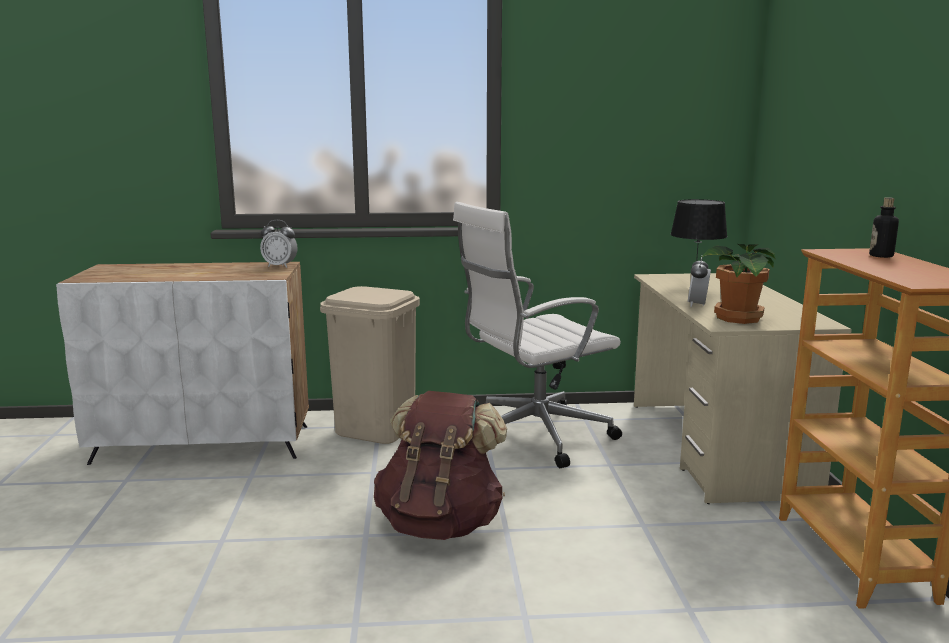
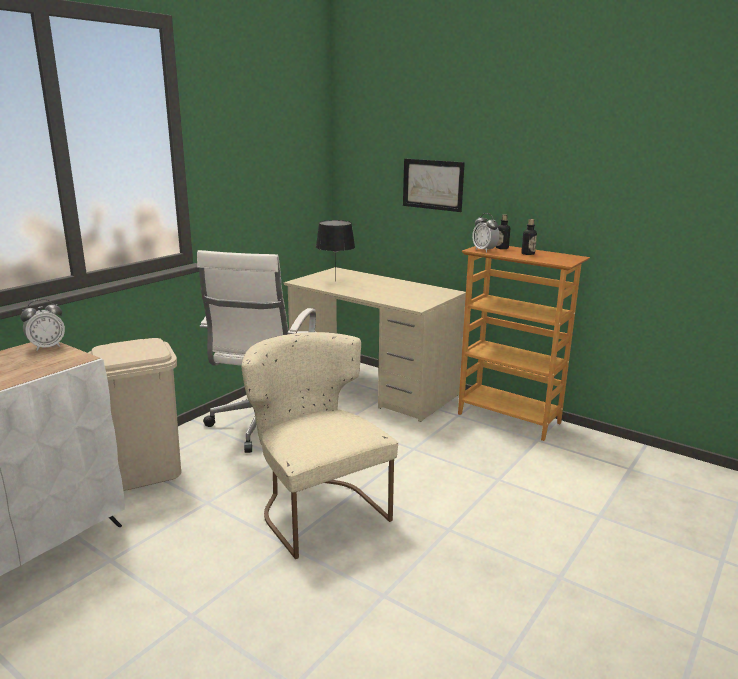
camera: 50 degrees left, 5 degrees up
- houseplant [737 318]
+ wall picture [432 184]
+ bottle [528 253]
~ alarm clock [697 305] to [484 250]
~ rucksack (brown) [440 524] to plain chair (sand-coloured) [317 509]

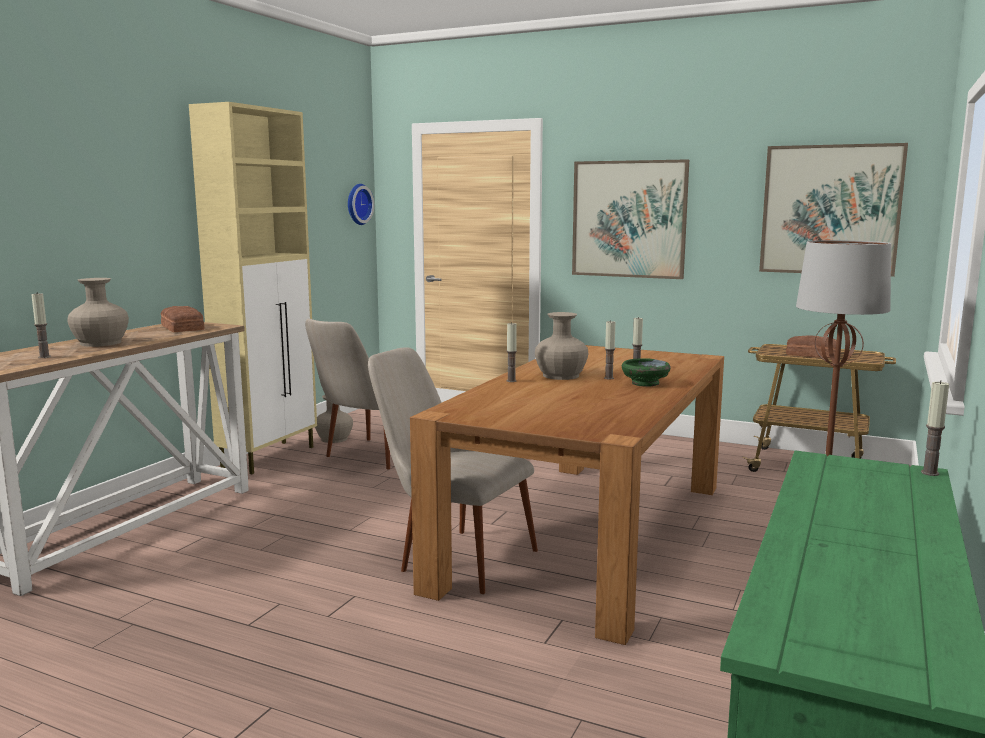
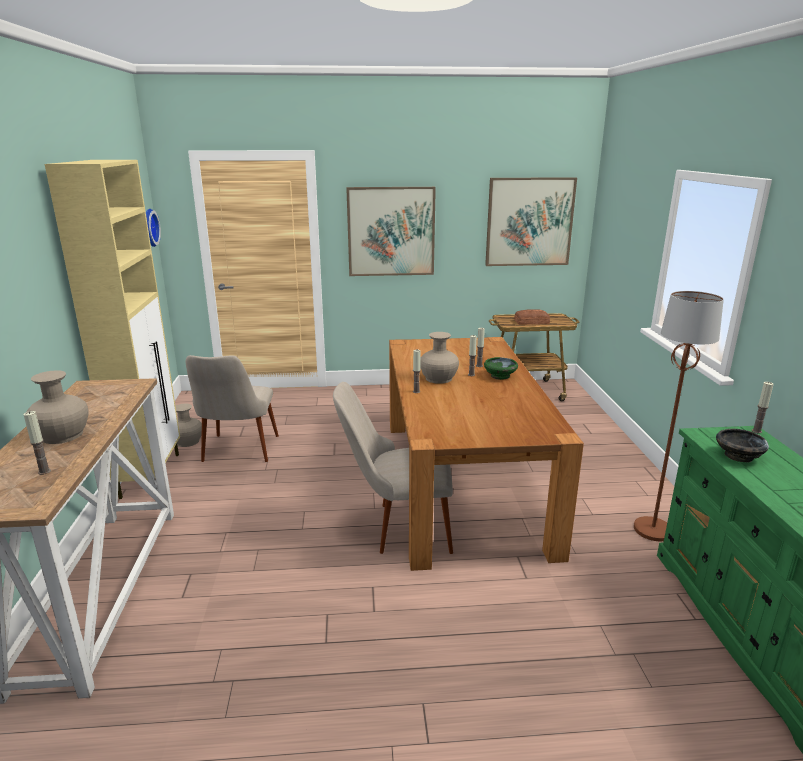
camera: 30 degrees left, 10 degrees up
- bread [181 328]
+ bowl (black-coloured) [738 456]

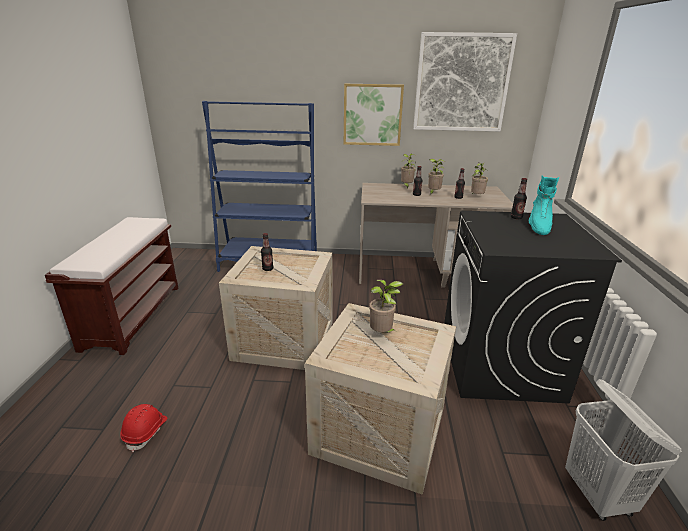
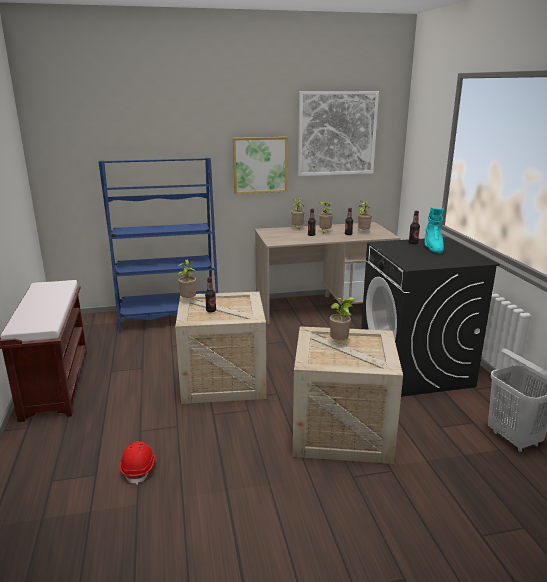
camera: 15 degrees left, 5 degrees down
+ houseplant [188 300]

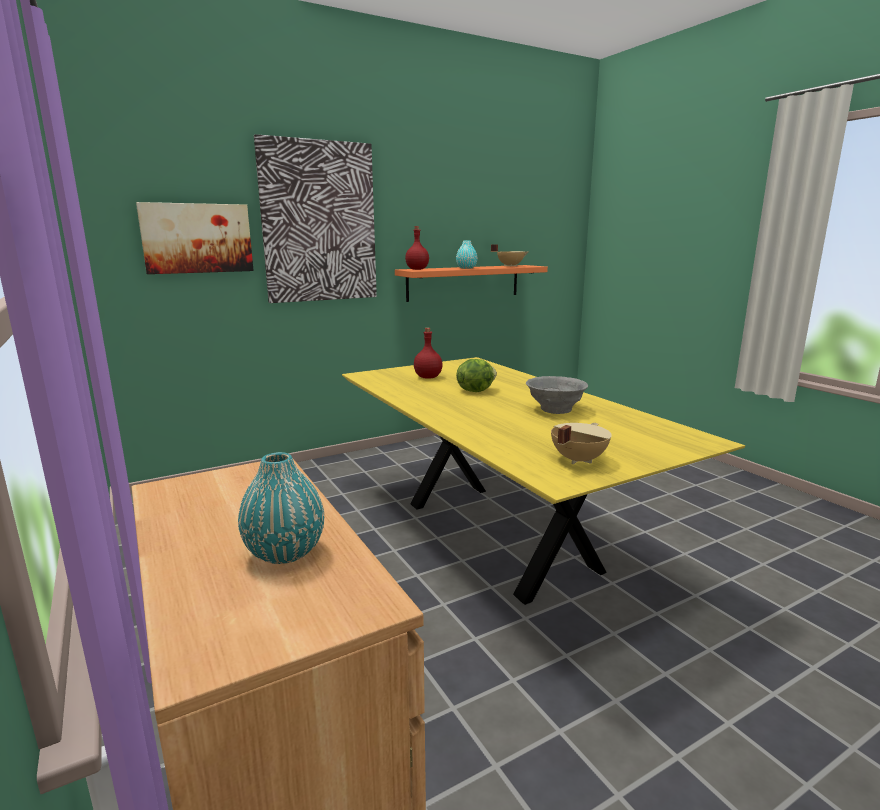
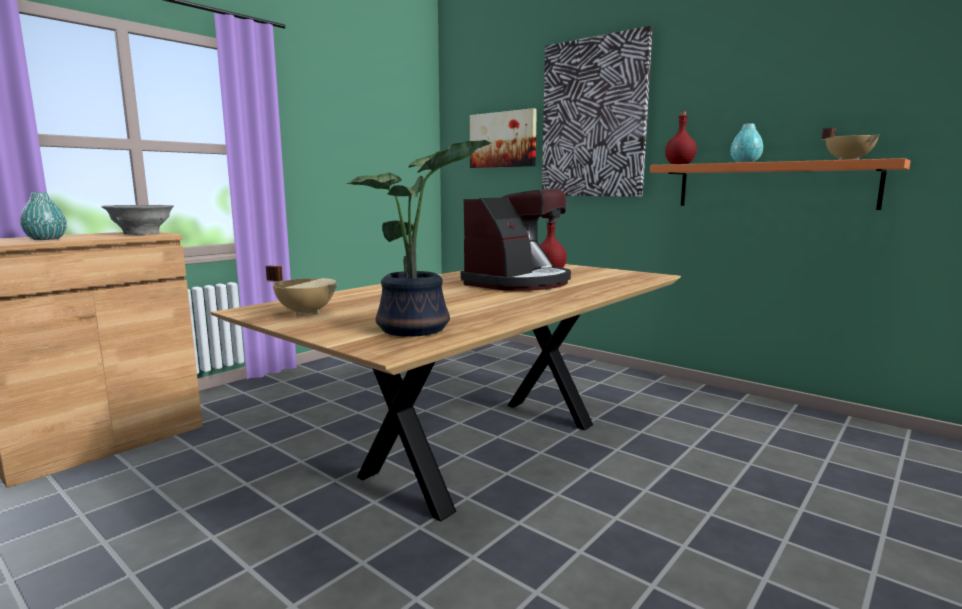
camera: 70 degrees right, 5 degrees down
+ houseplant [417 329]
~ bowl (greyish) [555 409] to [142 233]
~ lettuce head [475 390] to coffee machine [518 283]
~ dining table (yellow) [498 535] to dining table (brown) [485 449]

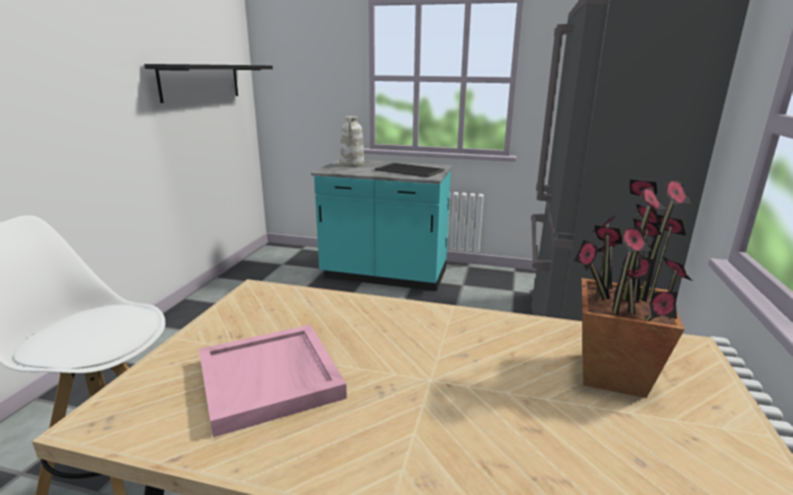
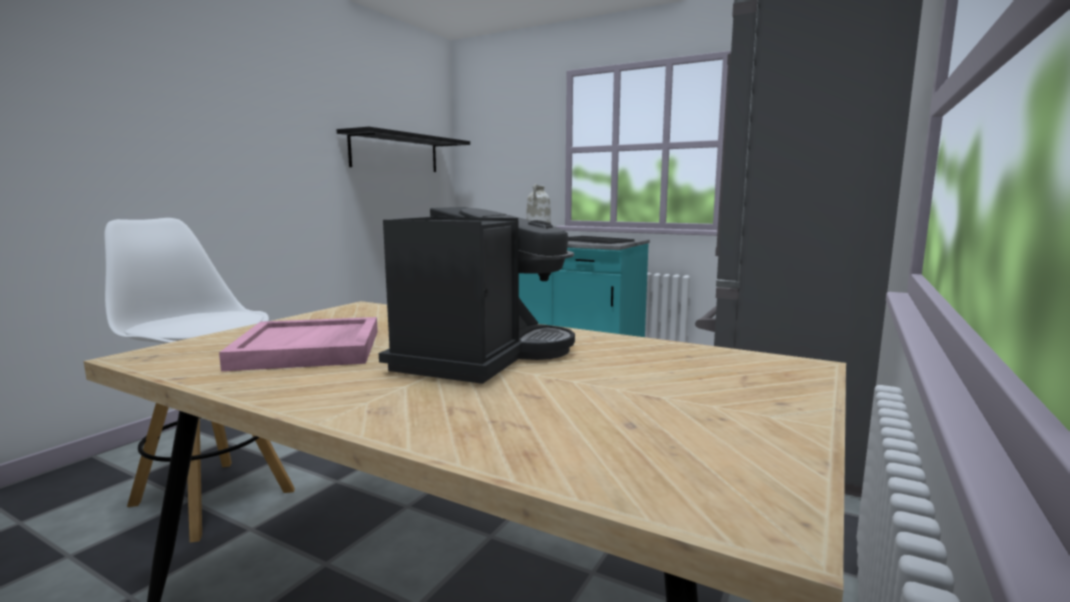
camera: 15 degrees right, 10 degrees down
- houseplant [611 375]
+ coffee machine [481 356]

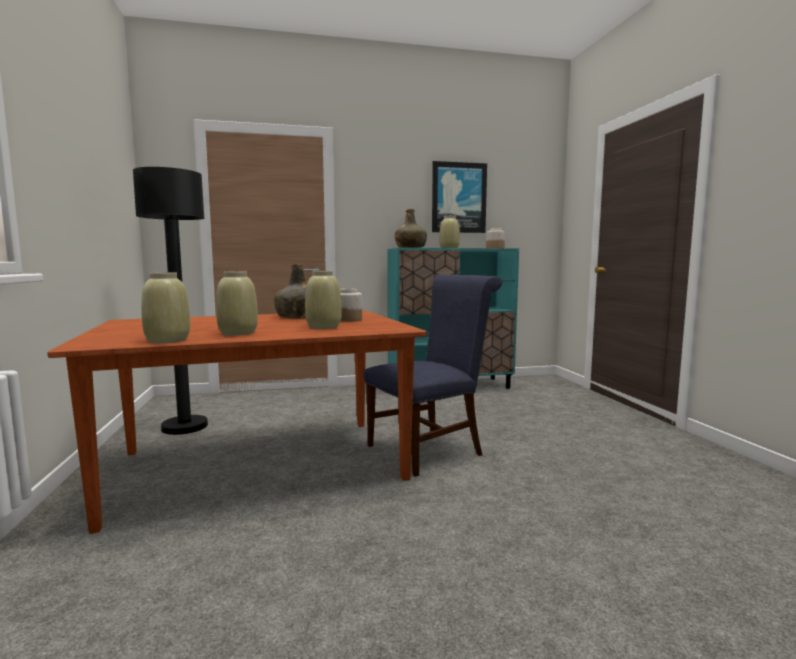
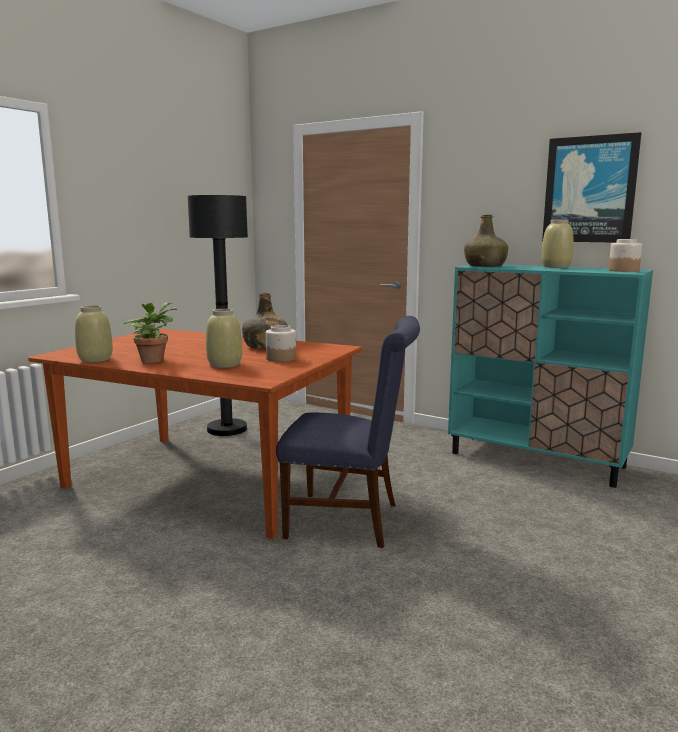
camera: 45 degrees right, 5 degrees up
~ flower vase (sand-coloured) [238 333] to houseplant [153 360]

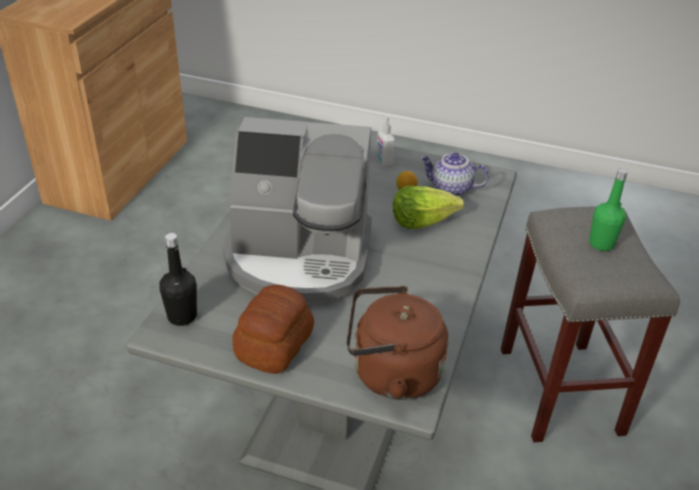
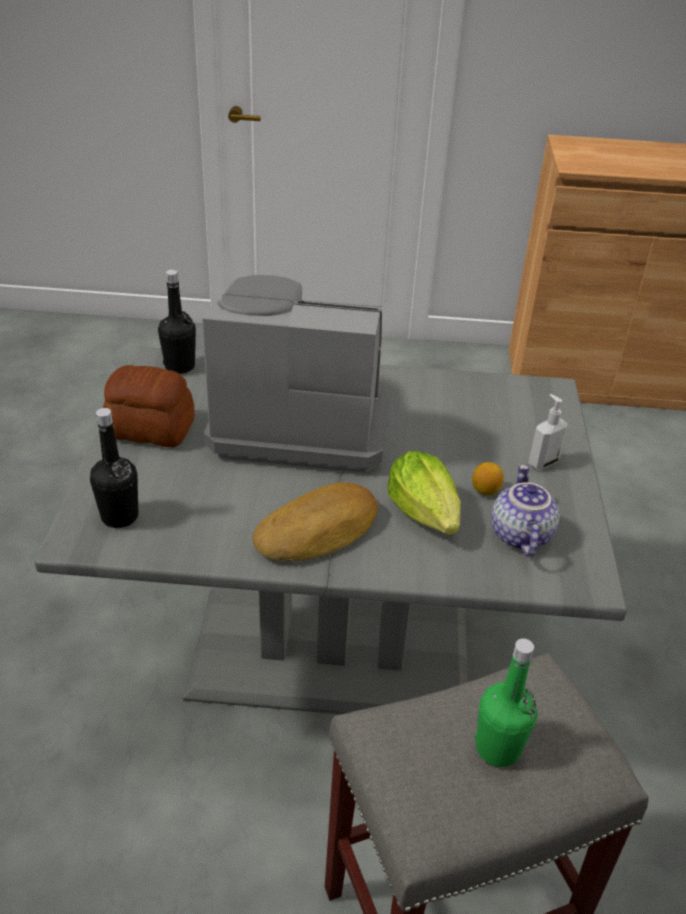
camera: 75 degrees right, 0 degrees up
+ bread [319 531]
~ tea kettle (brown) [391 374] to bottle (black-coloured) [120 516]
~ coffee machine [299 258] = [299 422] 105 degrees clockwise

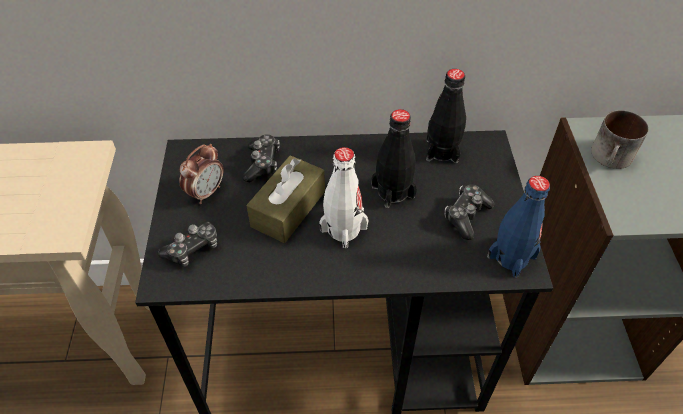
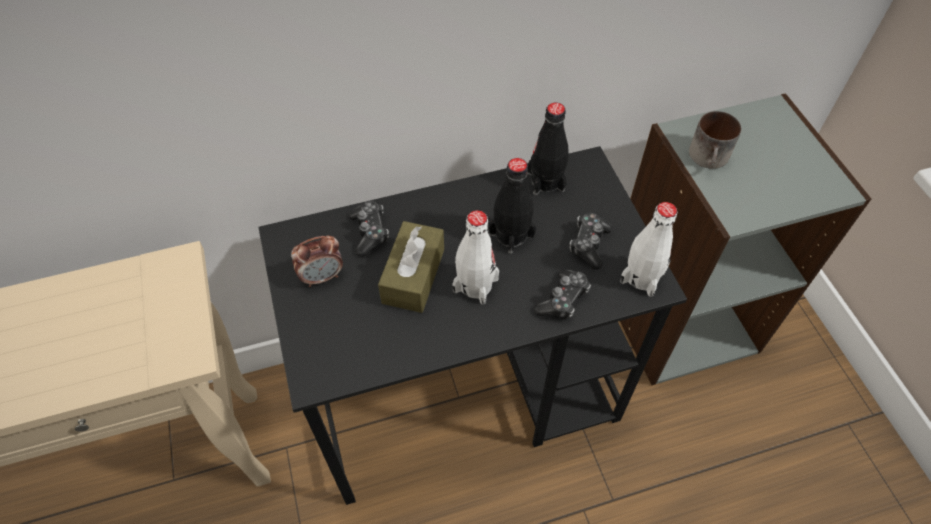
camera: 15 degrees left, 5 degrees up
~ joypad [192 249] to [563 300]
~ bottle (blue-coloured) [511 257] to bottle (white-coloured) [642 277]
~ alarm clock [206 192] = [322 277] 45 degrees clockwise

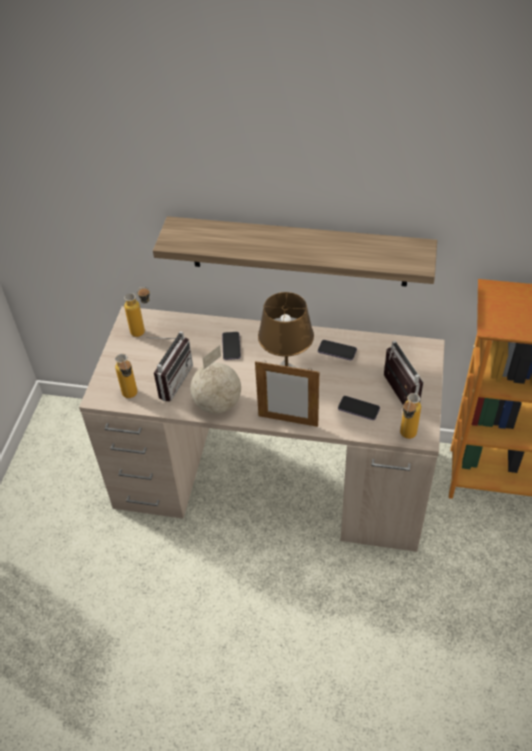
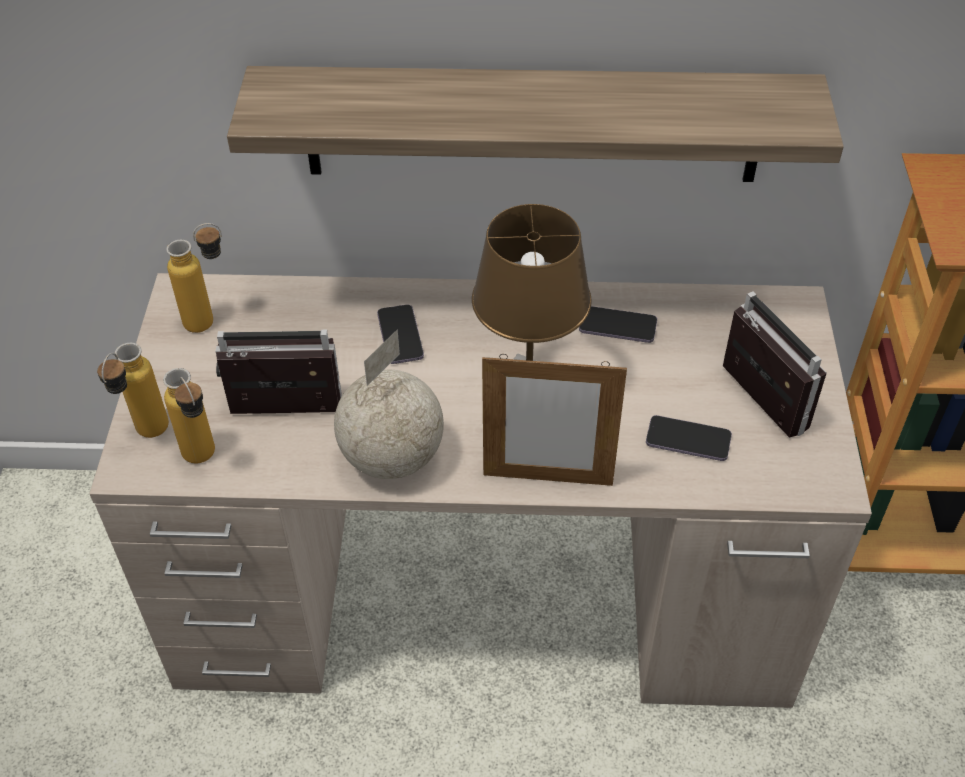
camera: 10 degrees left, 0 degrees up
~ bottle [406 438] to [146 437]
~ radio [170 380] = [283 416] 105 degrees counterclockwise

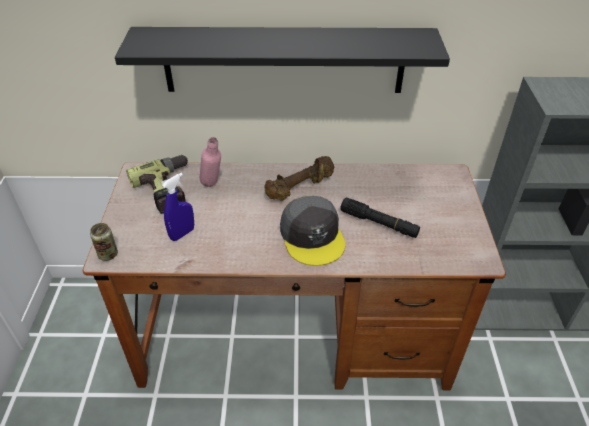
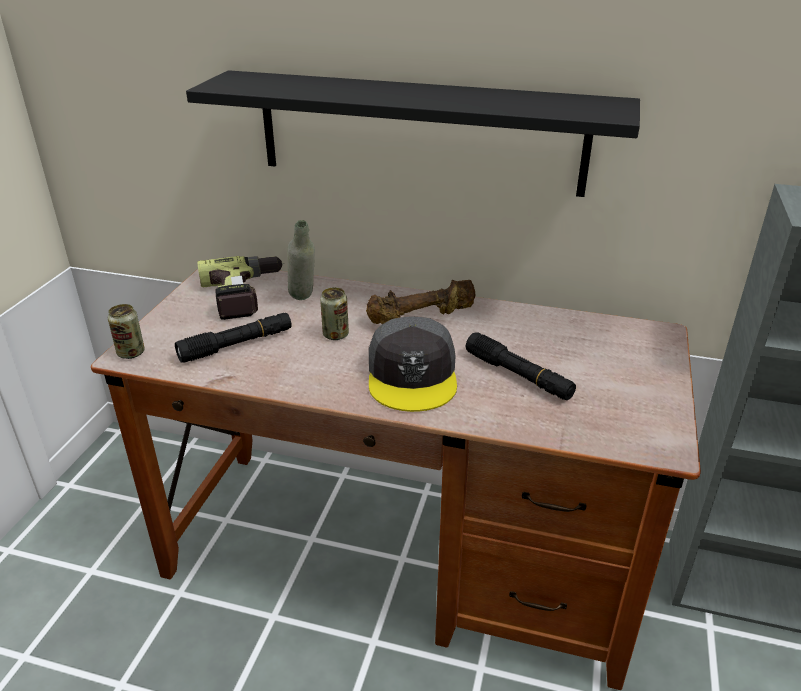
camera: 15 degrees right, 10 degrees down
+ can [335 335]
~ sprayer (blue-coloured) [182 233] to hand torch (black-coloured) [237 345]
~ bottle (pink) [213 187] to bottle (greyish) [304 301]

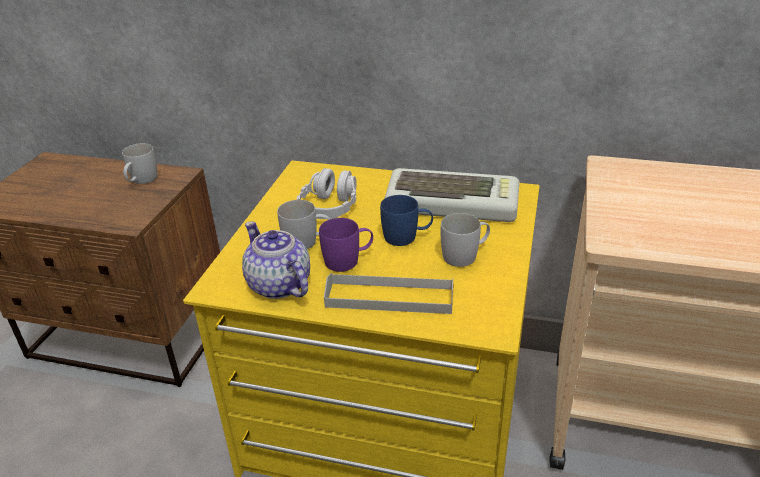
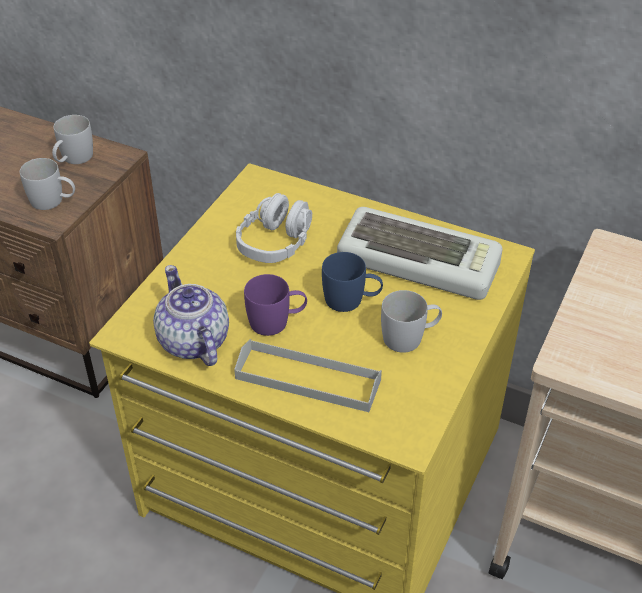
camera: 10 degrees right, 10 degrees up
~ mug (white-coloured) [307 242] to [53 201]

